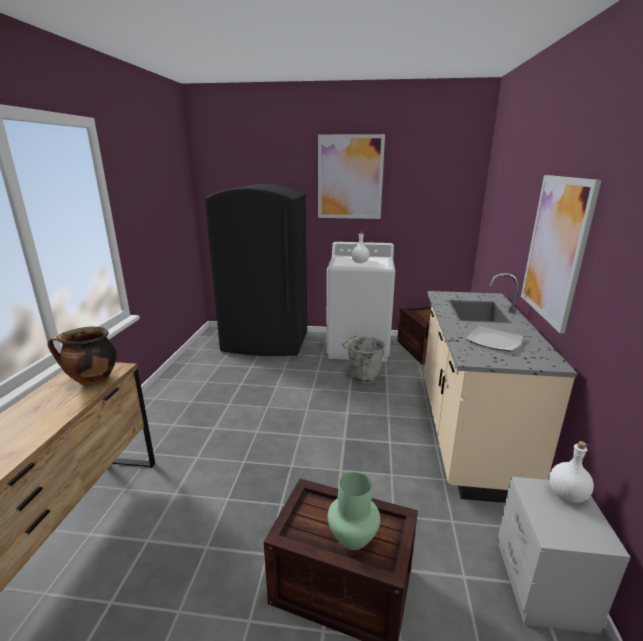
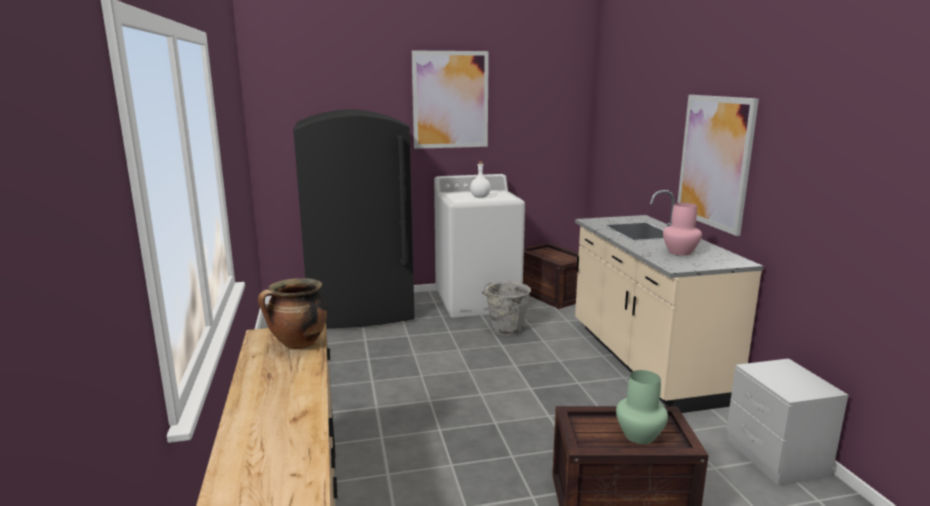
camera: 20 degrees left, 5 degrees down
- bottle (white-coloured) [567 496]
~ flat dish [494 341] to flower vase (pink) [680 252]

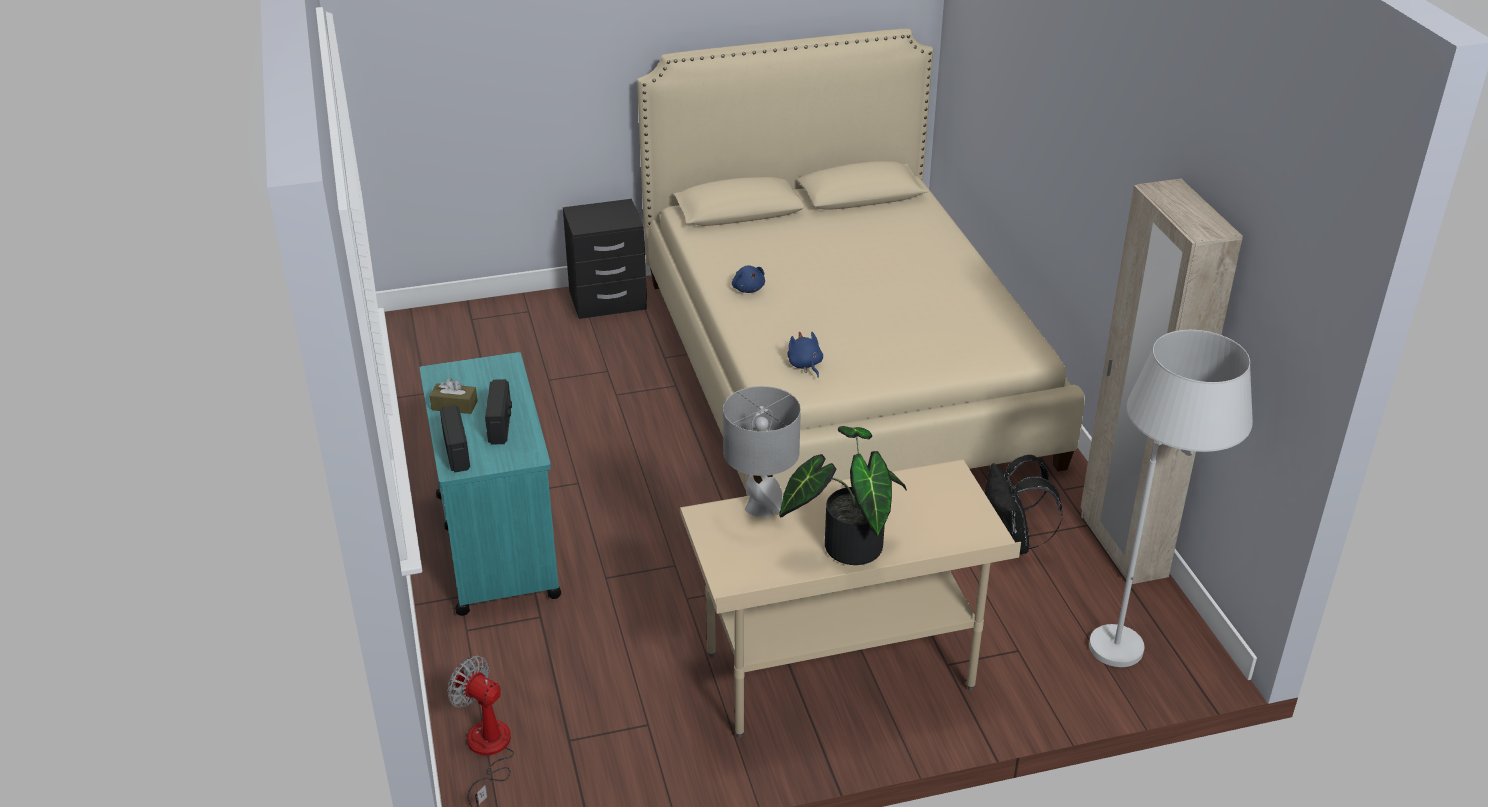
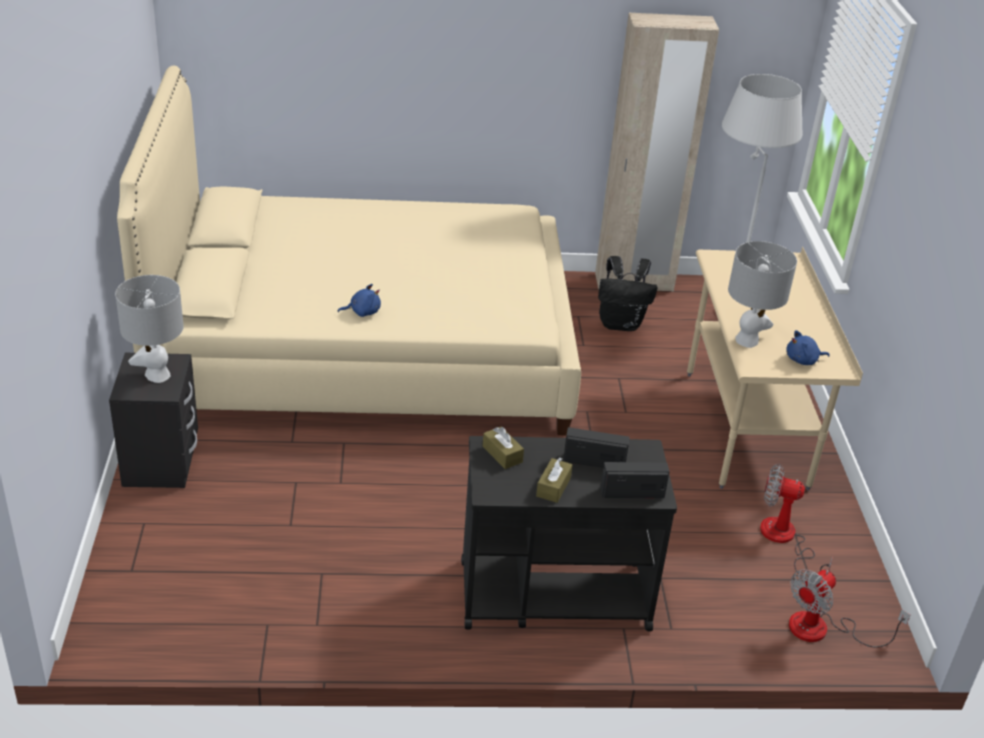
camera: 80 degrees left, 0 degrees up
- houseplant [846 545]
+ tabletop lamp (greyish) [157 375]
+ tissue box (brown) [502 454]
+ electric fan [784 540]
~ cuddly toy (blue-coloured) [805 365] to [803 360]
~ cart (turquoise-coloured) [497 544] to cart (black-coloured) [552 594]

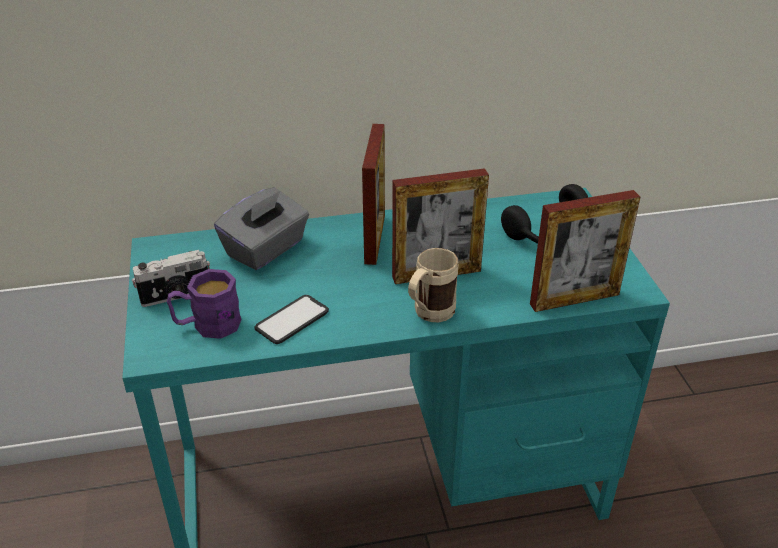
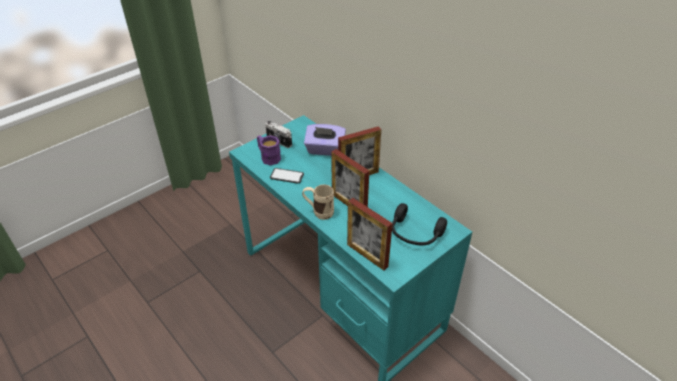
camera: 60 degrees right, 5 degrees up
~ tissue box (greyish) [266 249] to tissue box (purplish) [325 150]

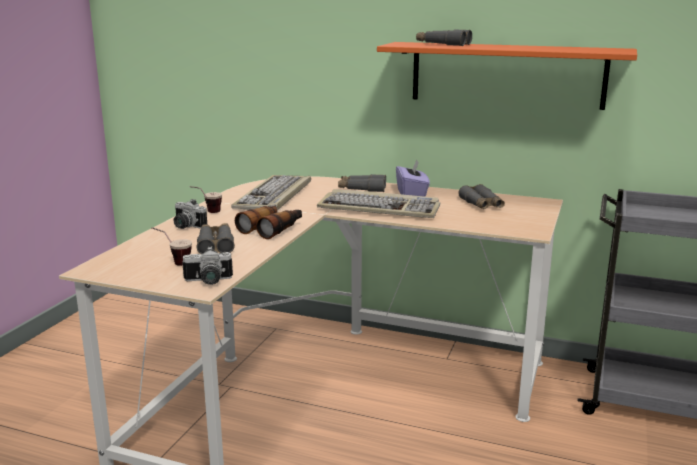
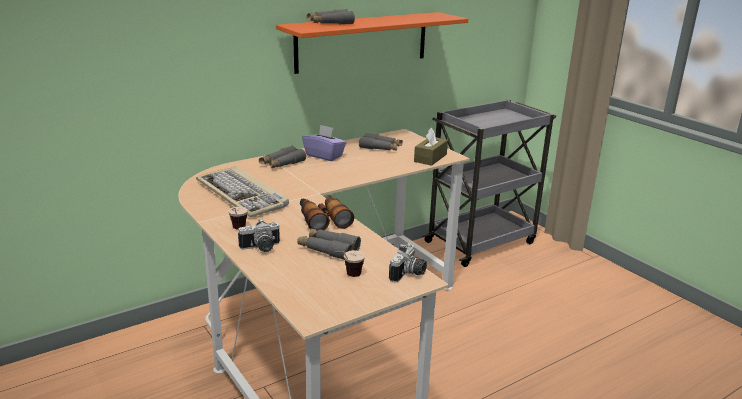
camera: 55 degrees left, 5 degrees up
- PC keyboard [380 208]
+ tissue box (brown) [430 158]

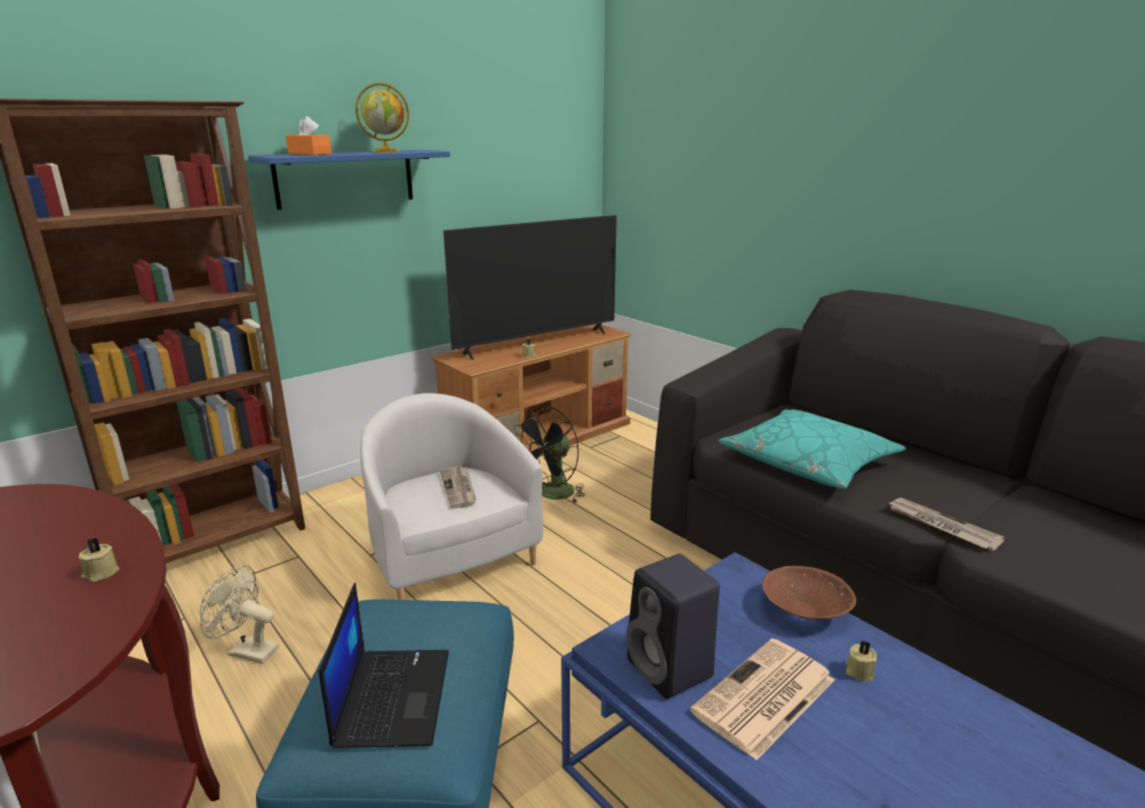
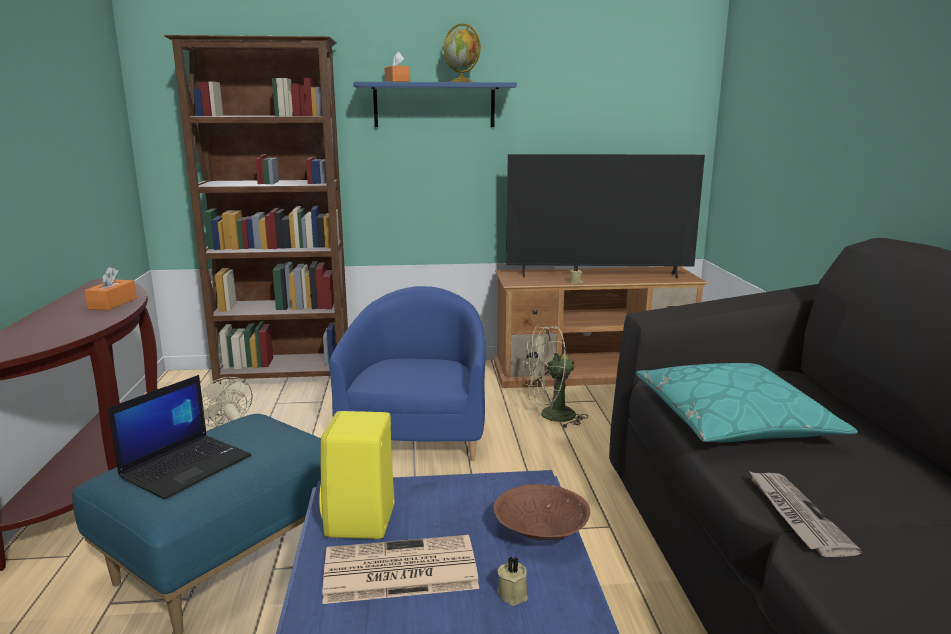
camera: 35 degrees right, 5 degrees down
- wax light (sand-coloured) [100 573]
- newspaper [459 489]
+ tissue box (orange) [112 303]
~ armchair (white-coloured) [449 556] to armchair (blue-coloured) [417 433]
~ electric fan (black-coloured) [552 495] to electric fan (sand-coloured) [550 416]
~ speaker (black-coloured) [672 670] to speaker (yellow) [360 522]

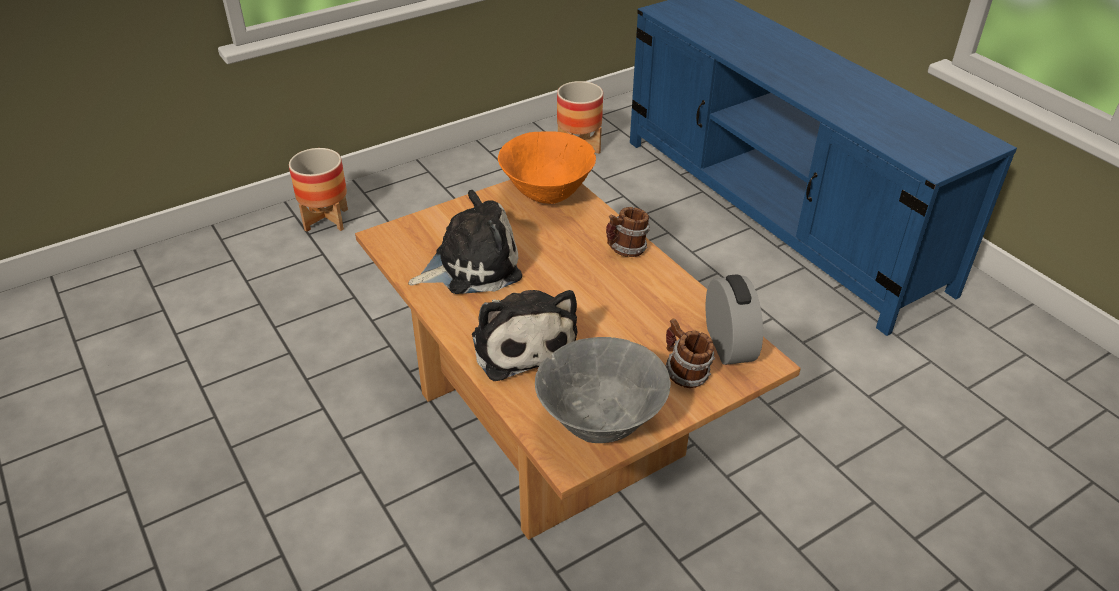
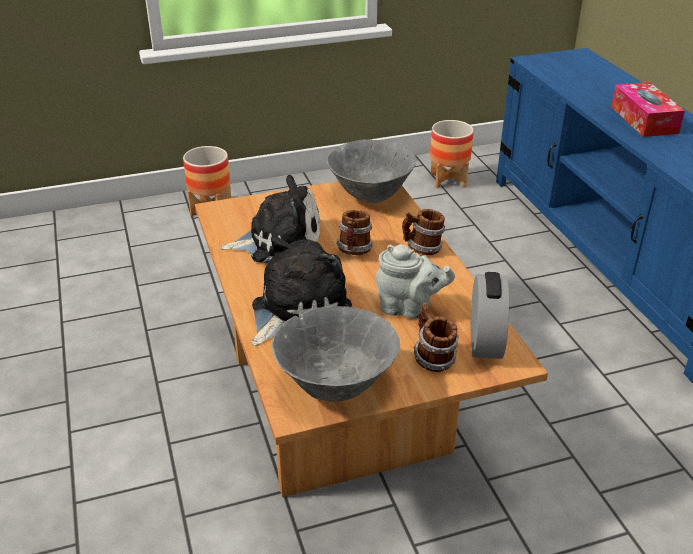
camera: 15 degrees right, 5 degrees down
+ mug [354 251]
+ teapot (greyish) [409 308]
+ tissue box [644 120]
~ bowl (orange) [547 195] to bowl (greyish) [371 196]
~ cuddly toy [522 343] = [295 309] 135 degrees counterclockwise

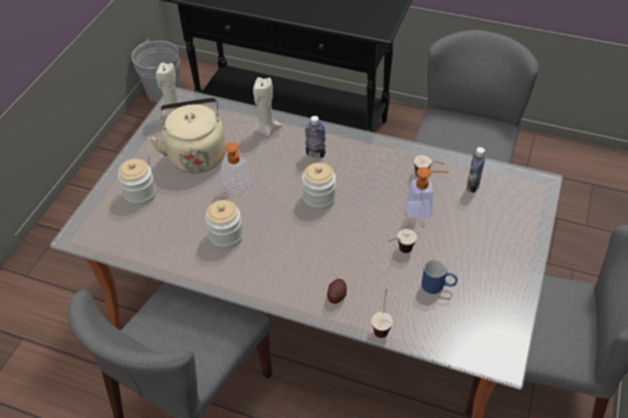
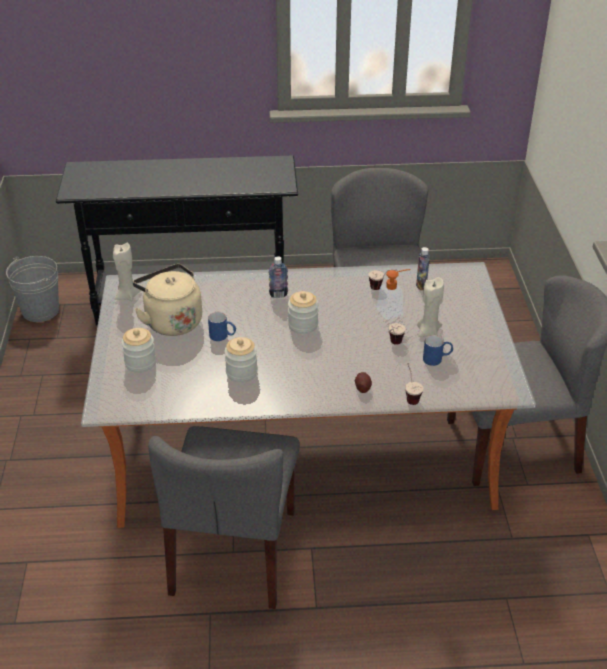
camera: 25 degrees left, 10 degrees down
~ wax light (sand-coloured) [266 129] to [428 332]
~ liquid soap bottle [233 187] to mug (blue-coloured) [223 336]

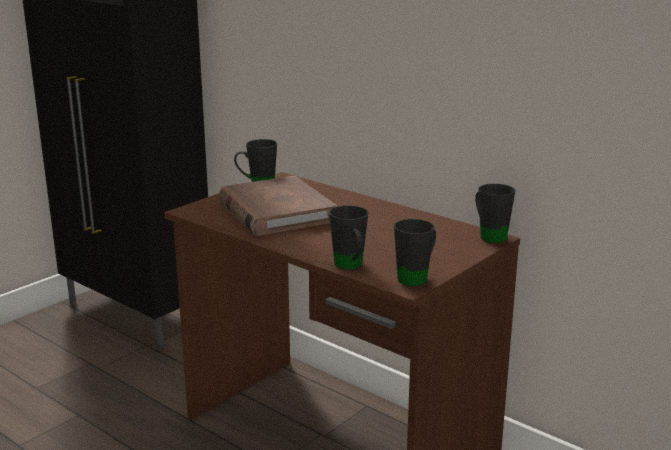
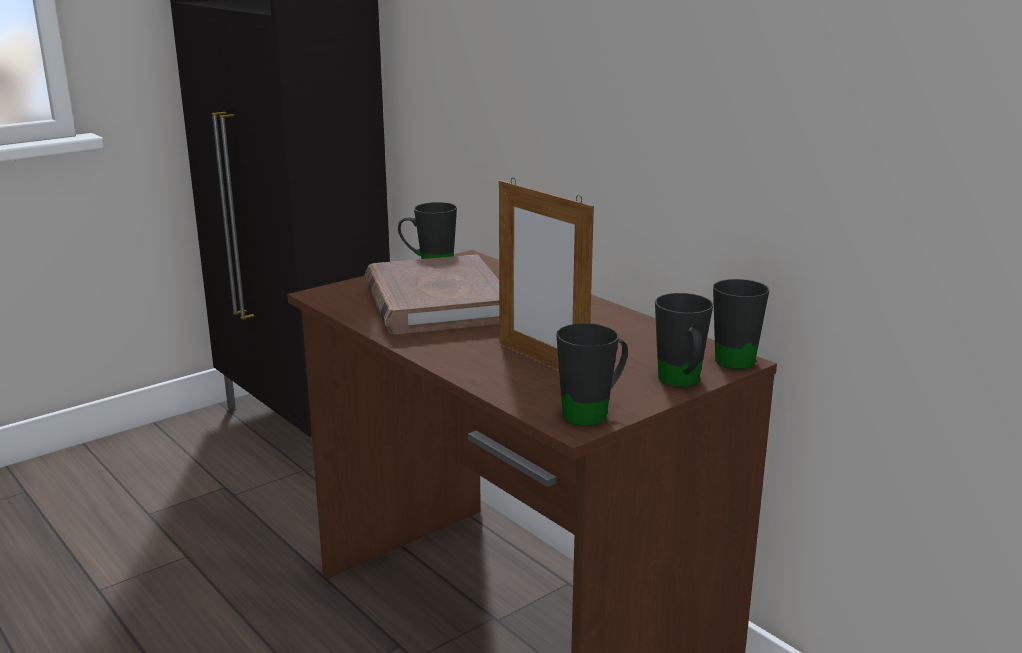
camera: 10 degrees right, 0 degrees up
+ photo frame [542 361]
~ mug (black-coloured) [350 267] to [682 383]

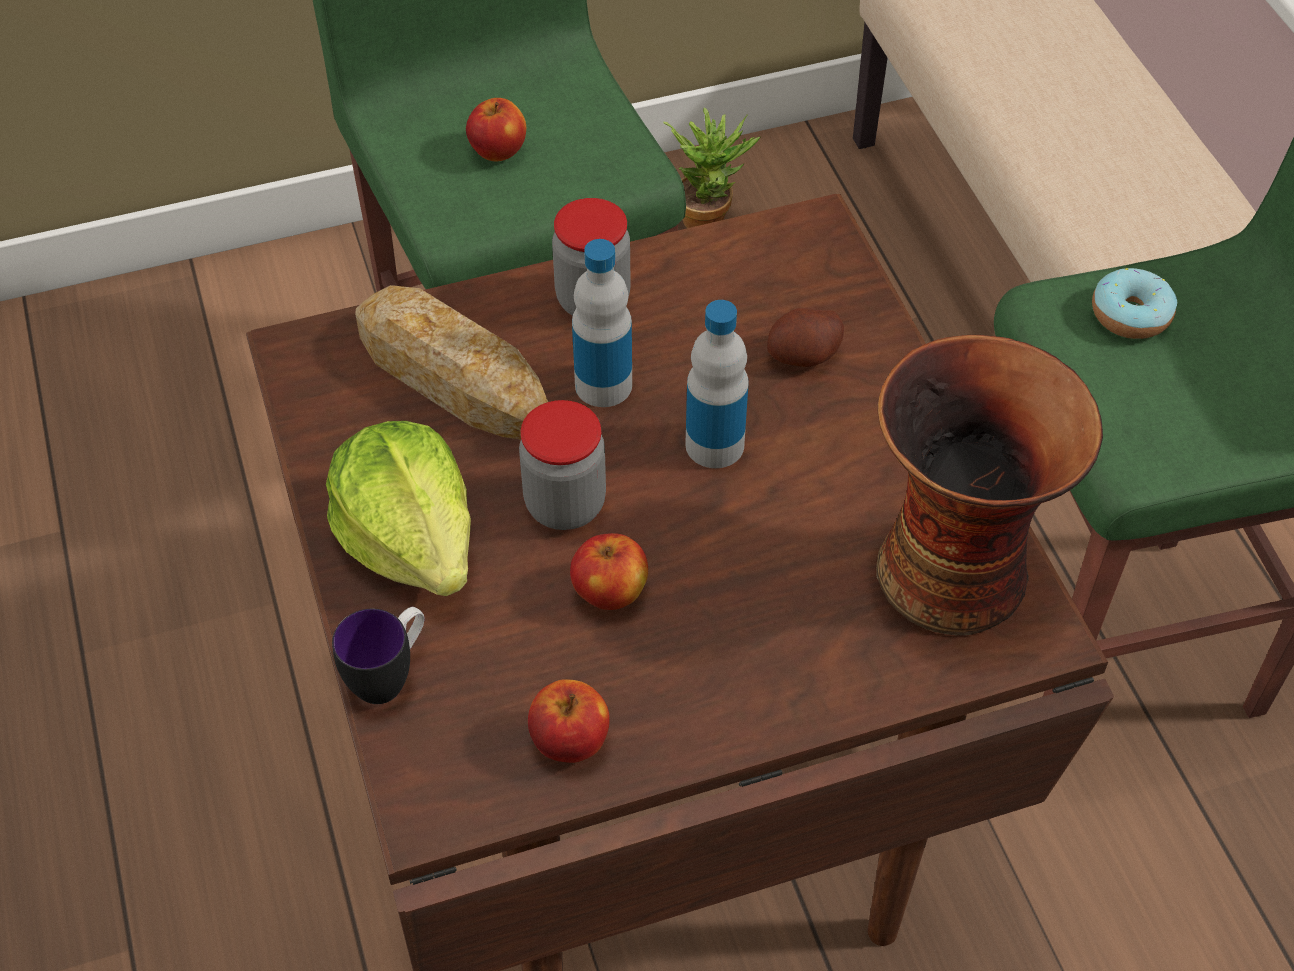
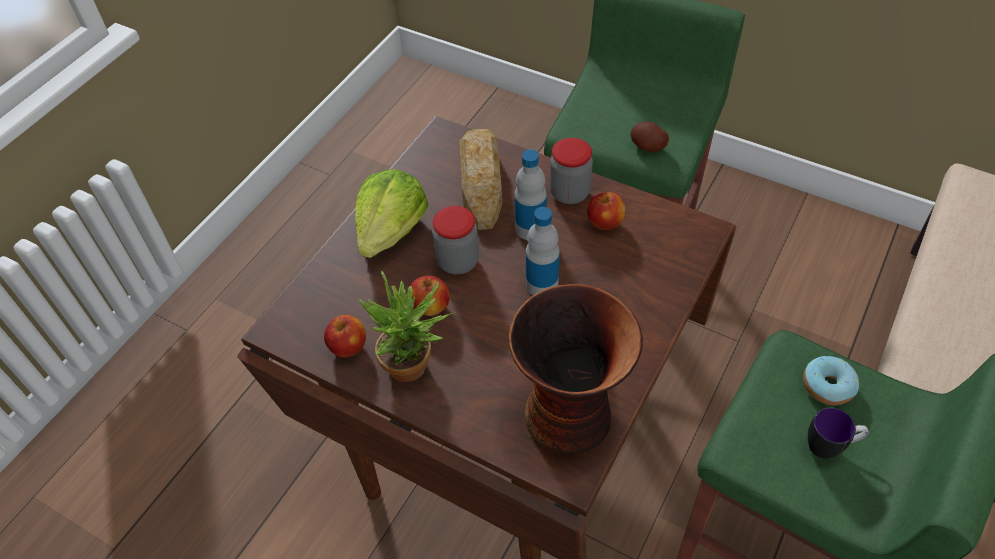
camera: 50 degrees right, 0 degrees up
~ mug [390 676] to [830 447]
~ whole apple [498 151] to [605 223]
~ houseplant [709 215] to [415 367]
~ potato [804 355] to [648 146]

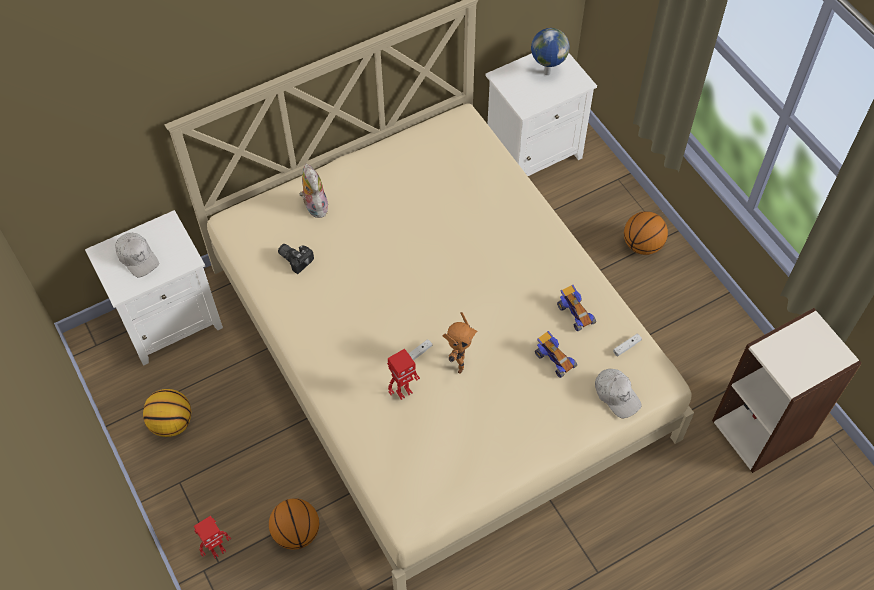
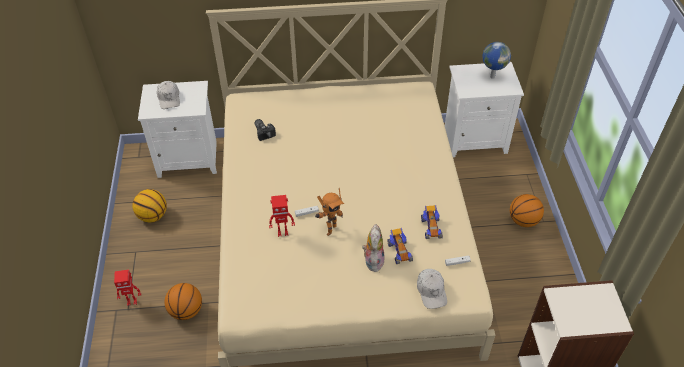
camera: 25 degrees right, 10 degrees down
~ cuddly toy [314 206] to [373 260]

